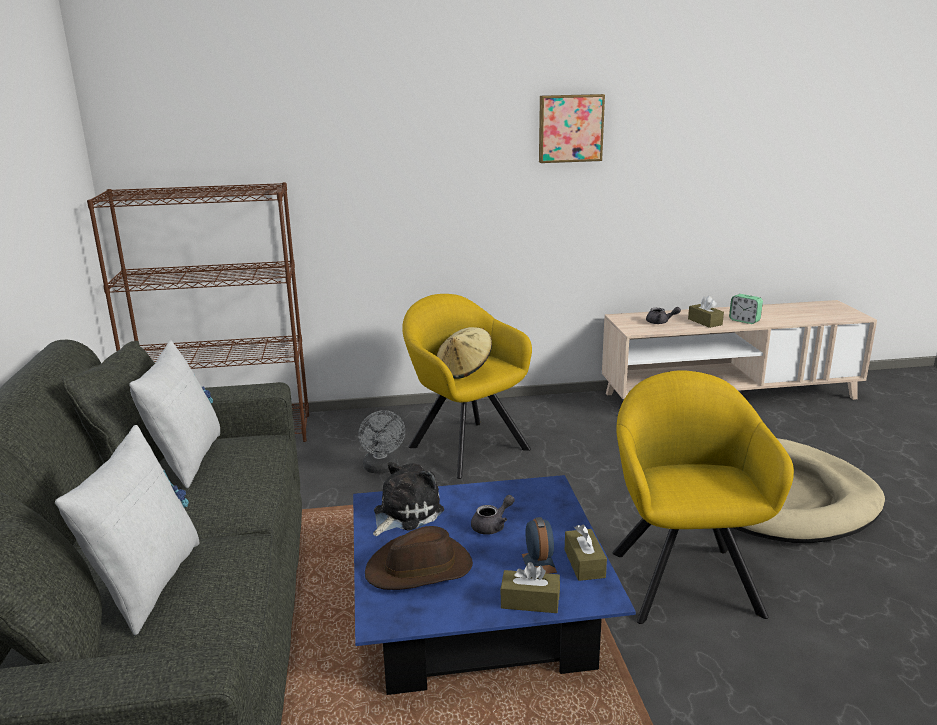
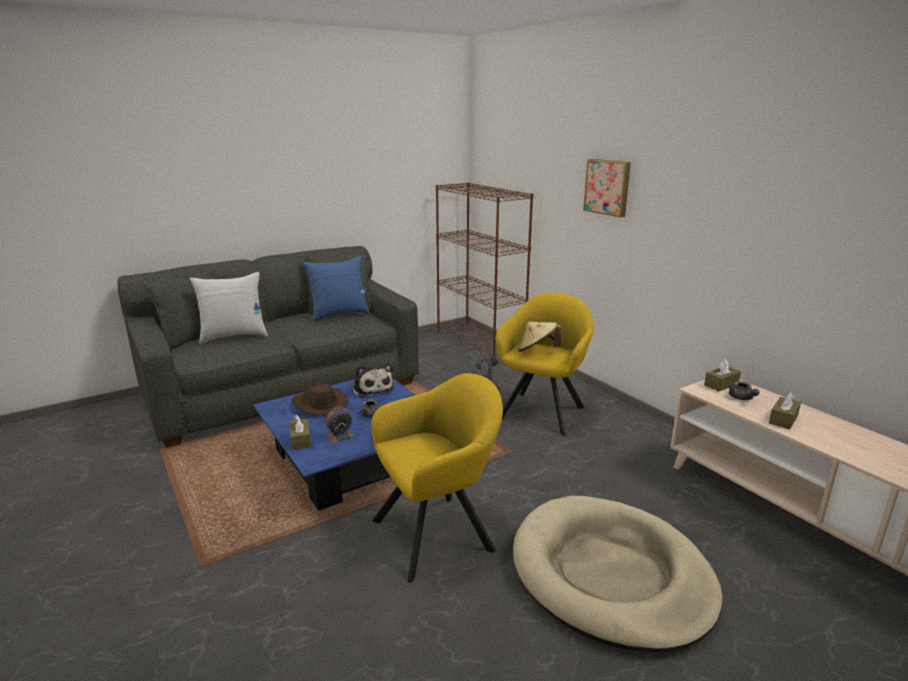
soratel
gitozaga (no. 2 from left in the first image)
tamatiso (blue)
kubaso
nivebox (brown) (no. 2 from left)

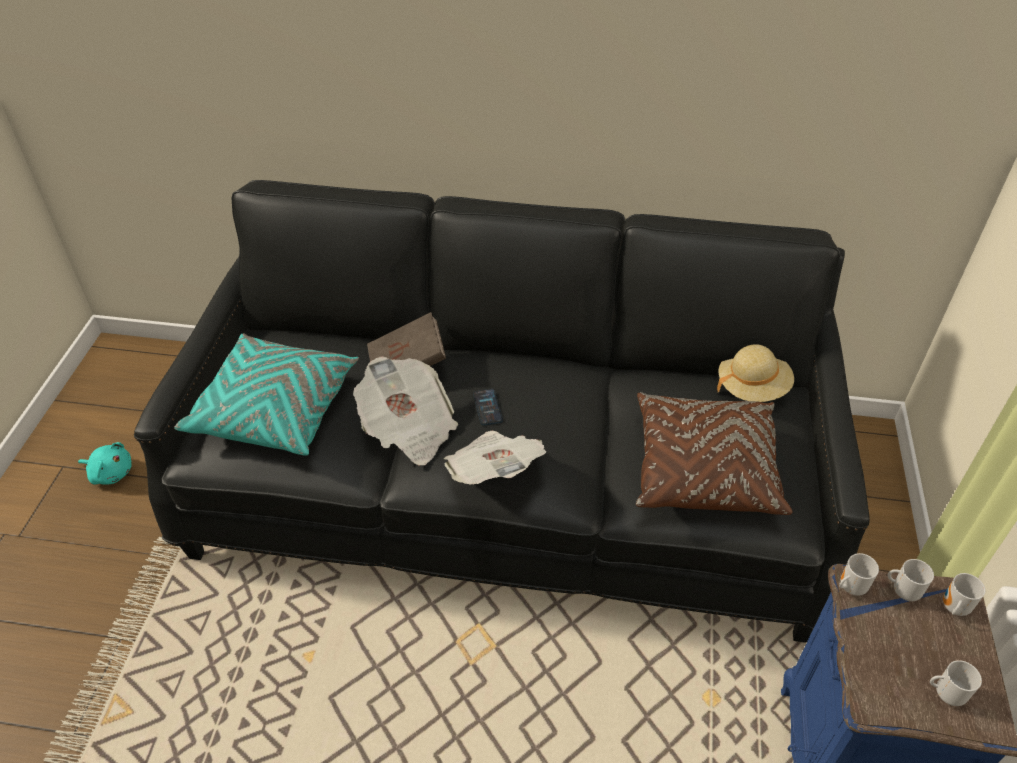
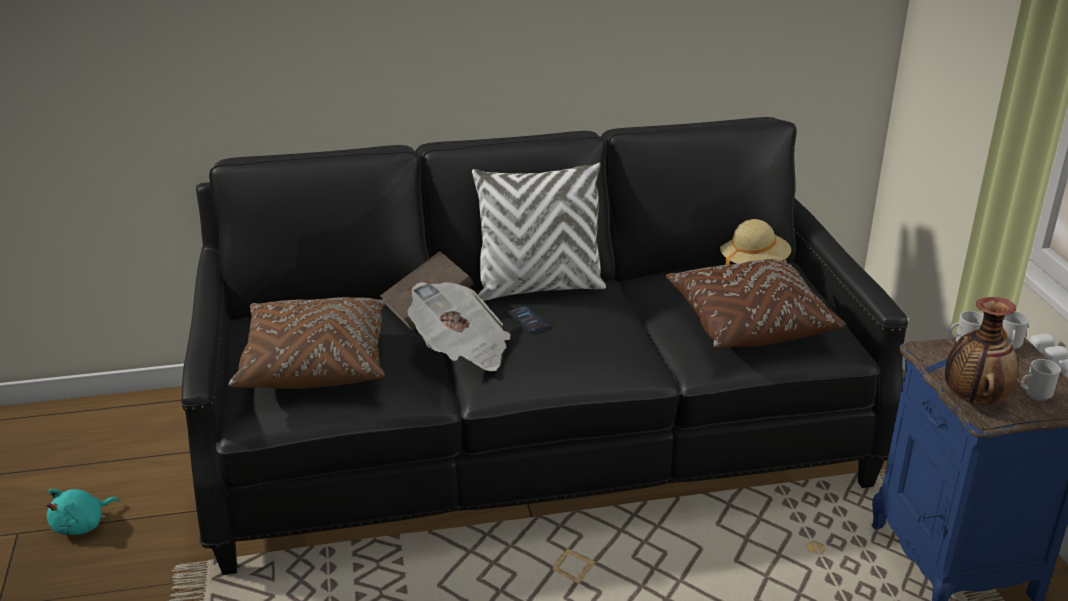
tamatiso (brown) (no. 1 from left)
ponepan (no. 2 from left in the first image)
kubaso (turquoise)
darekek (no. 1 from left in the first image)
tamatiso (white)
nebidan

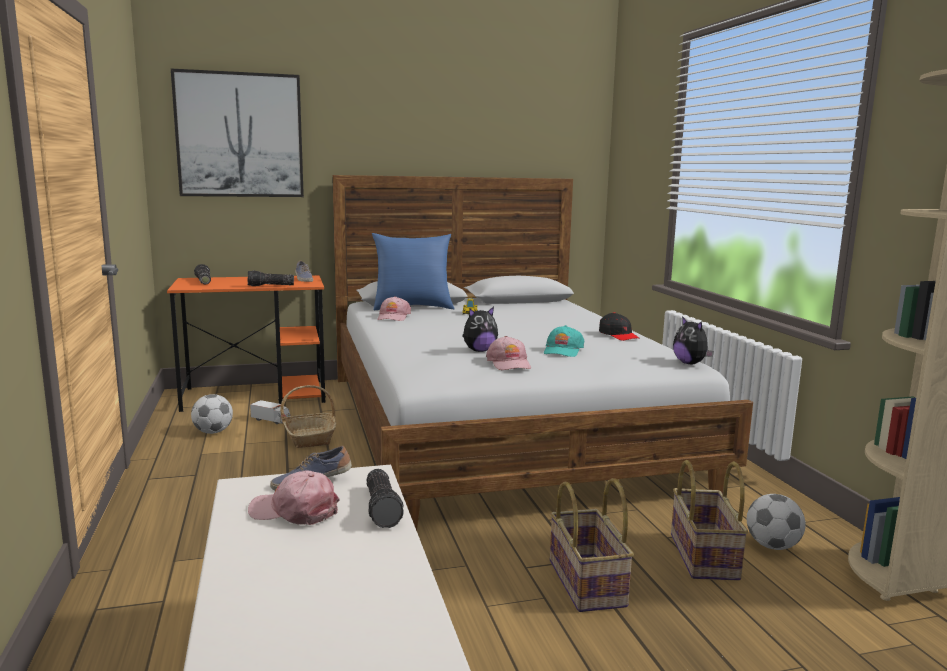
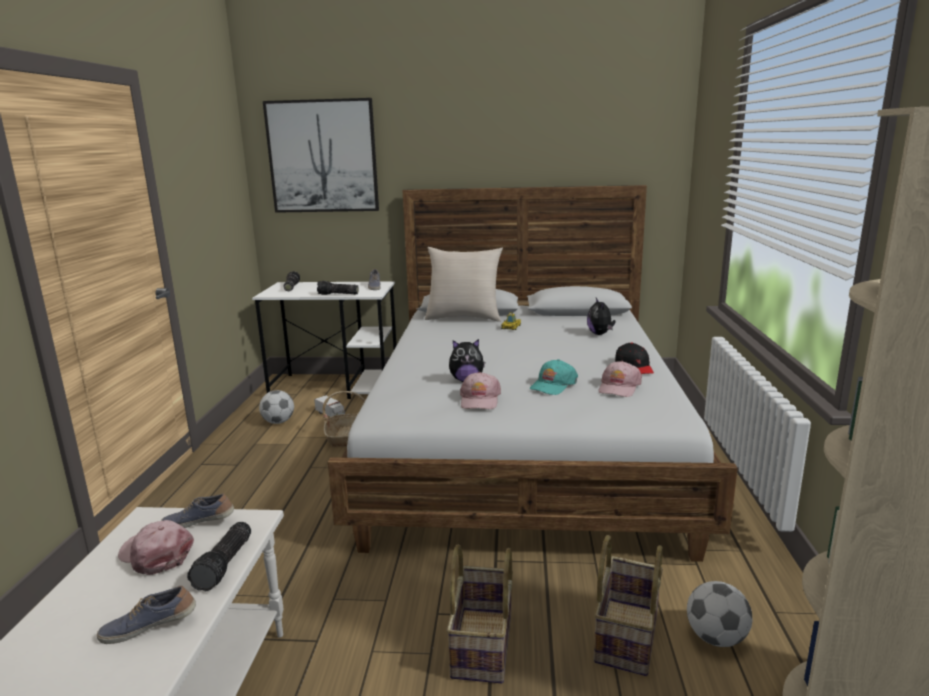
tamatiso (beige)
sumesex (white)
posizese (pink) (no. 3 from left)
kubaso (no. 2 from left)
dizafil (no. 1 from left)

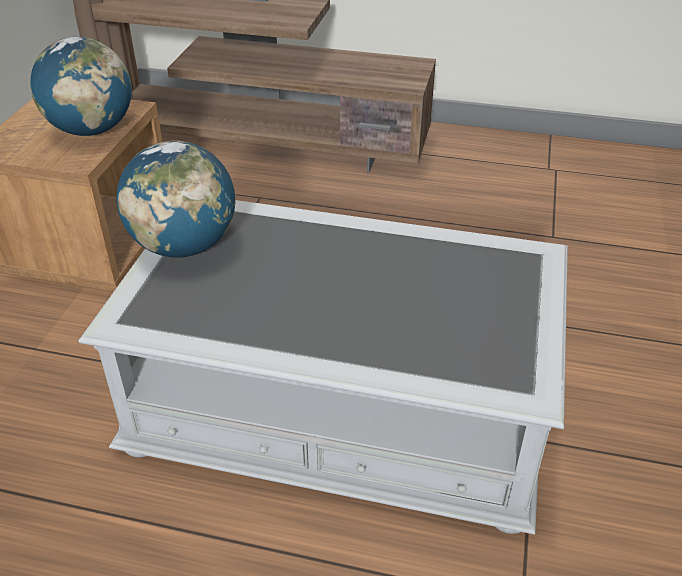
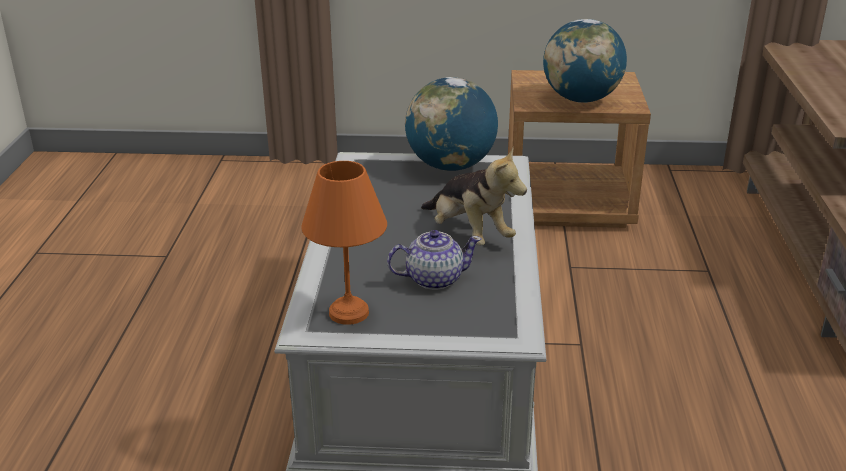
kubaso
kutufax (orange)
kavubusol

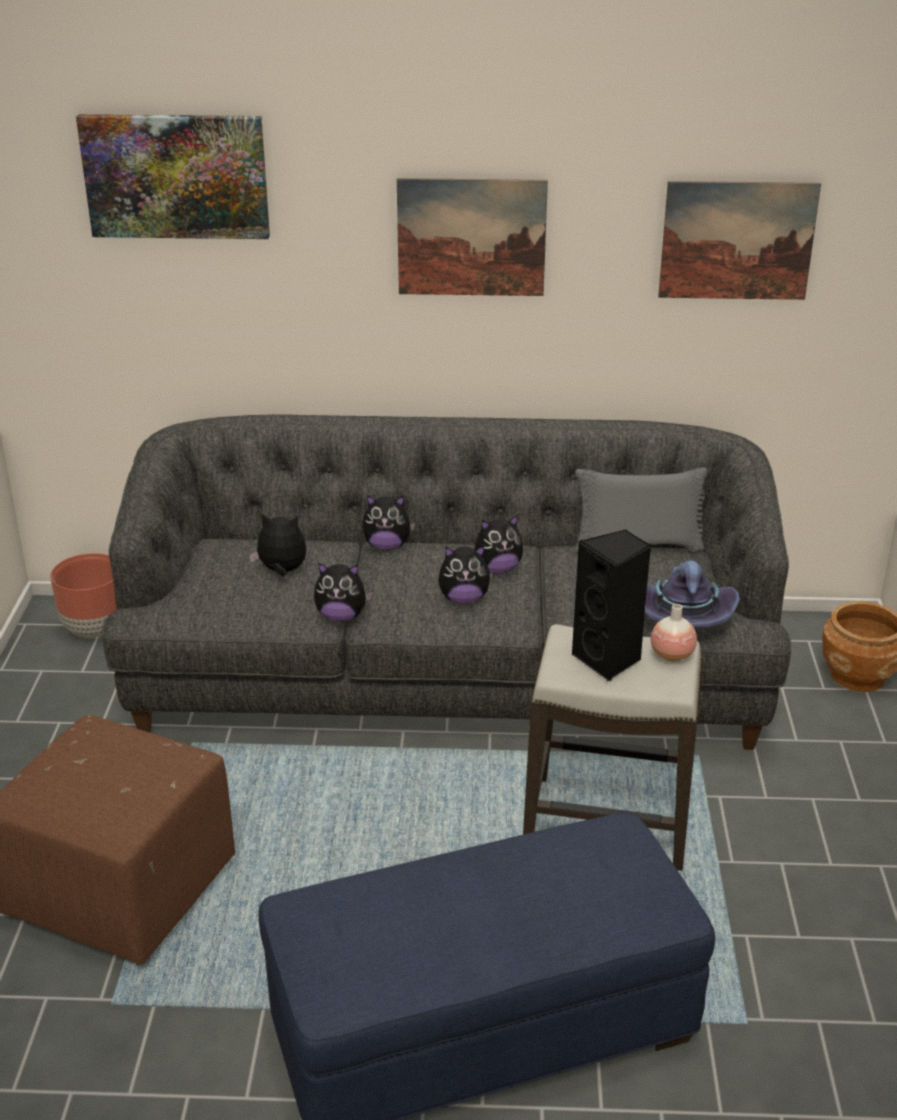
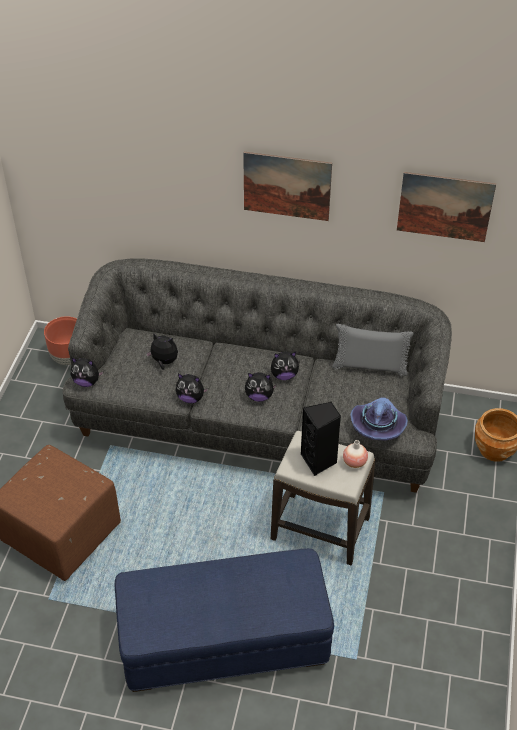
soratel (no. 1 from left in the first image)
kubaso (no. 1 from left)

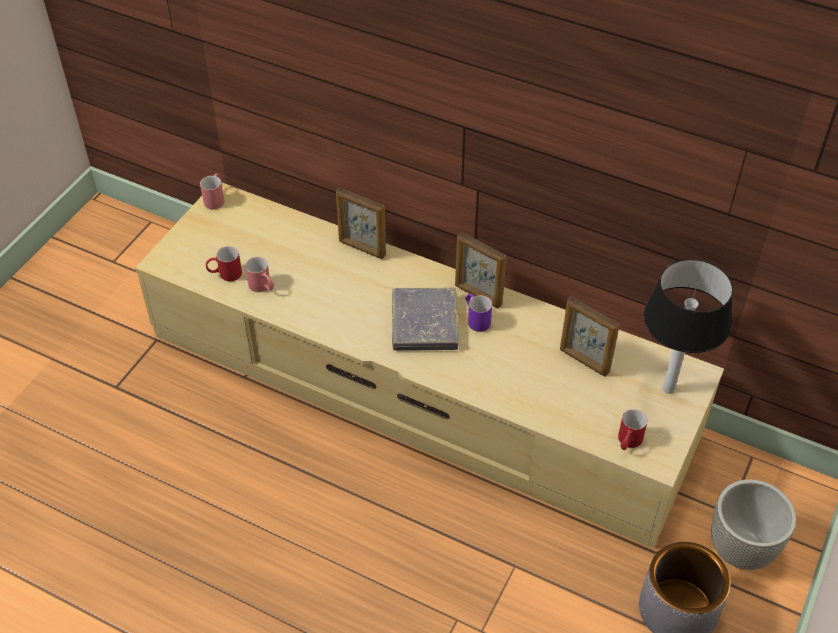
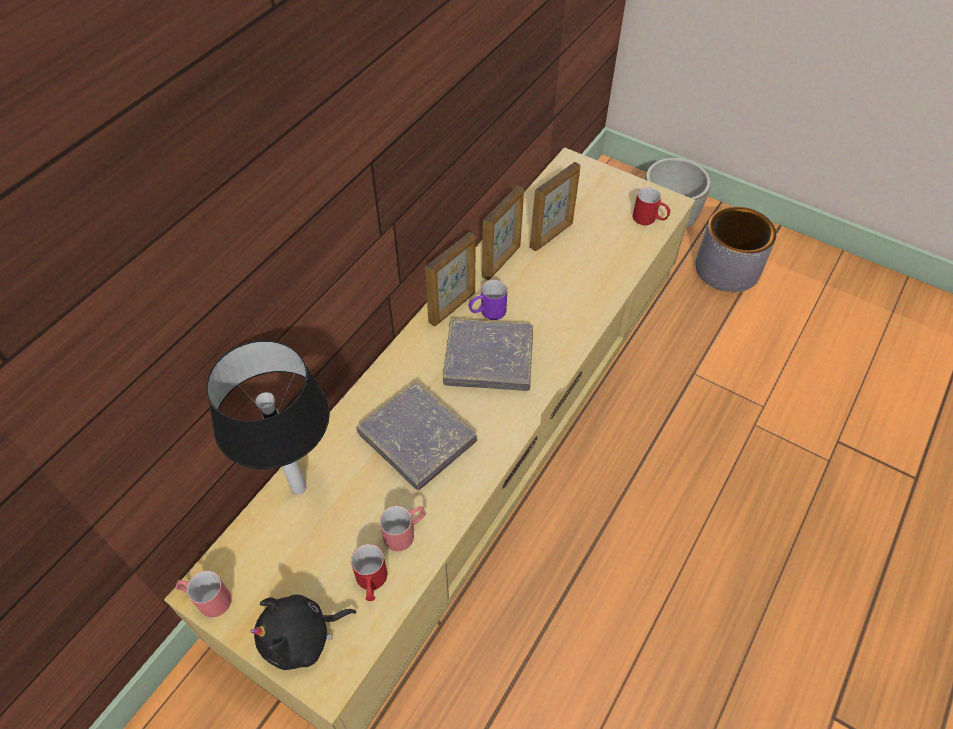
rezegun (no. 2 from left)
kutufax
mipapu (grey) (no. 1 from left)
kubaso (black)

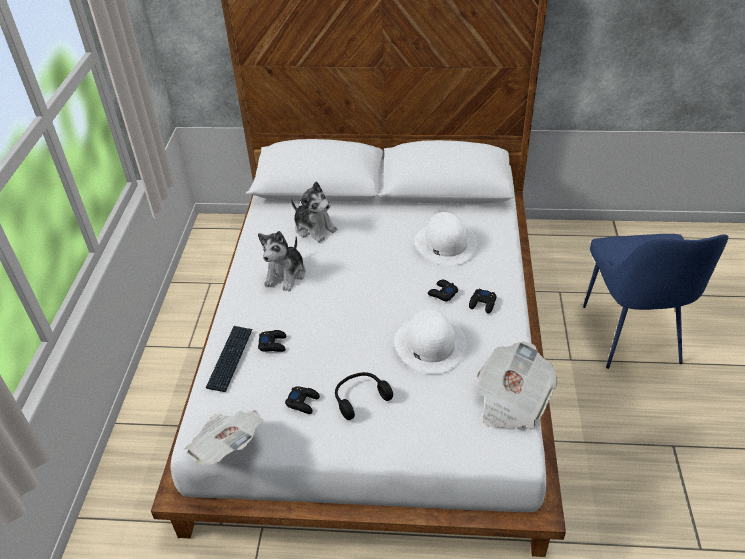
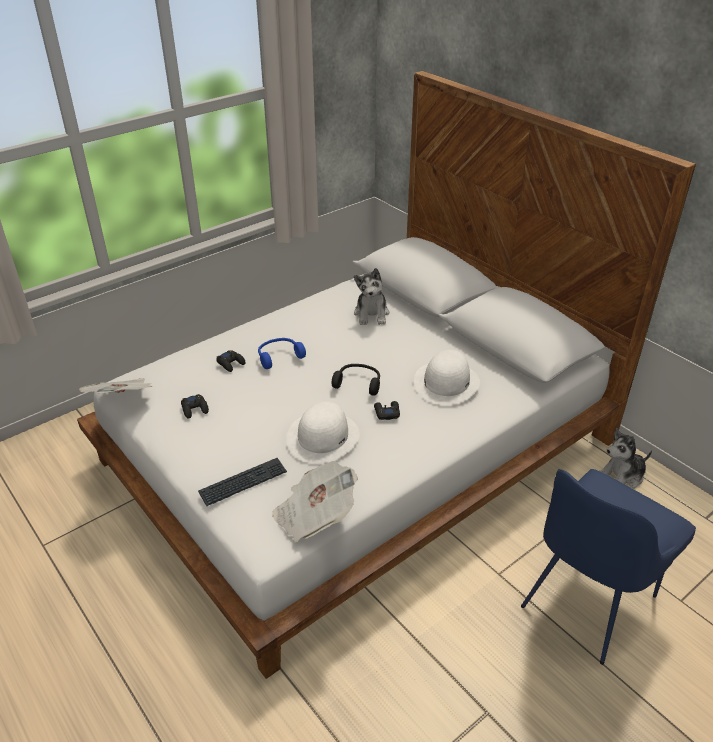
kubaso (no. 2 from left)
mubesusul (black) (no. 4 from left in the first image)
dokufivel
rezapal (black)
rezapal (blue)

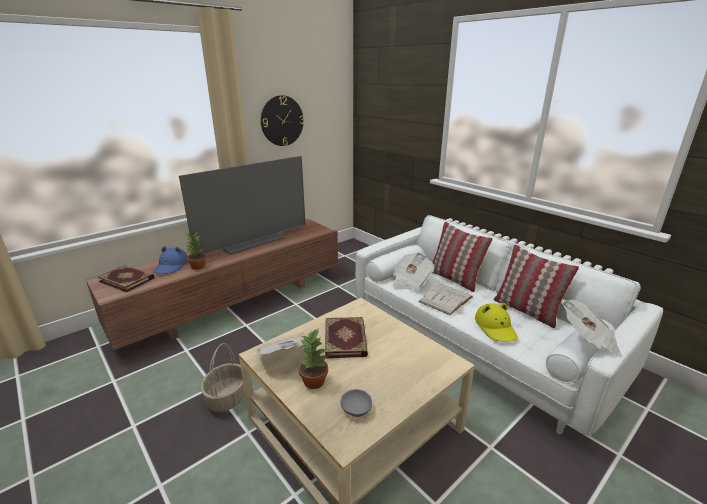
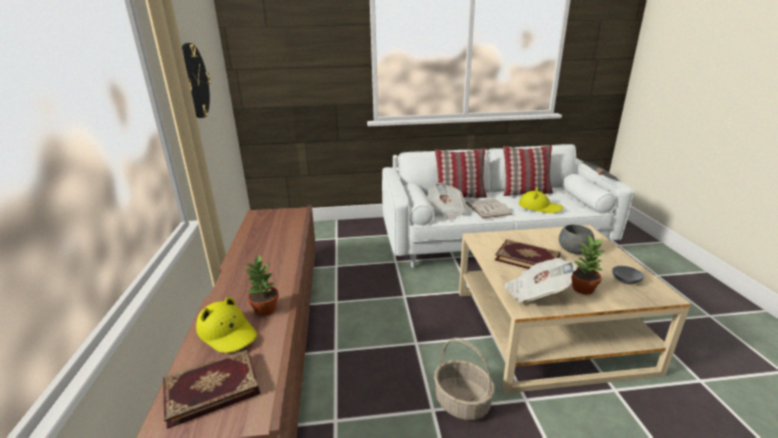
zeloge
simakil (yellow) (no. 1 from left)
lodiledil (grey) (no. 1 from left)

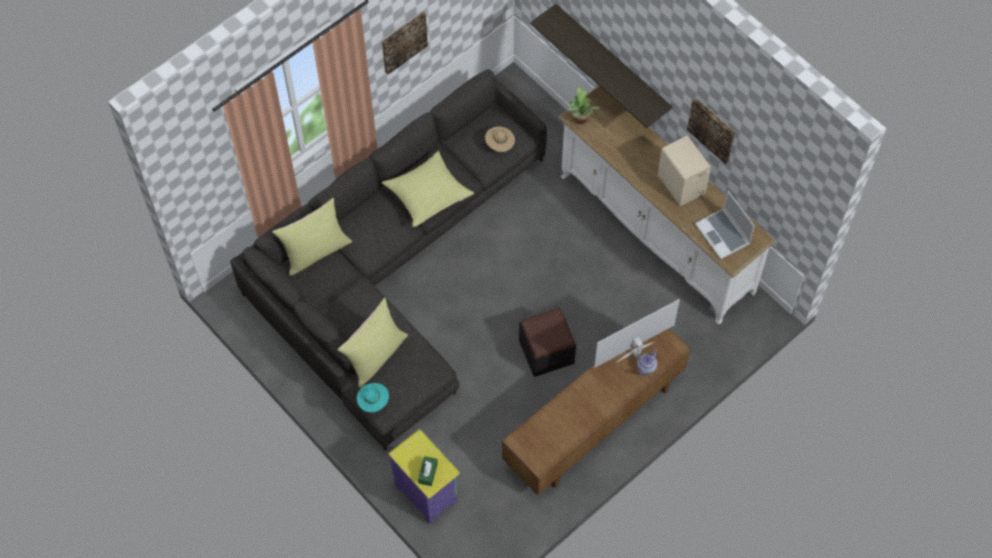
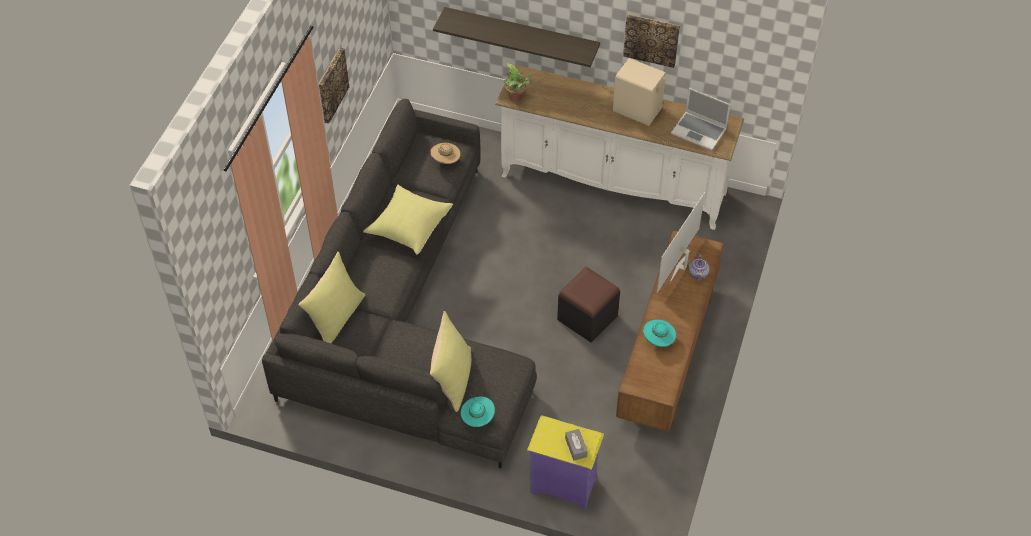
nivebox (grey)
simakil (turquoise) (no. 2 from left)

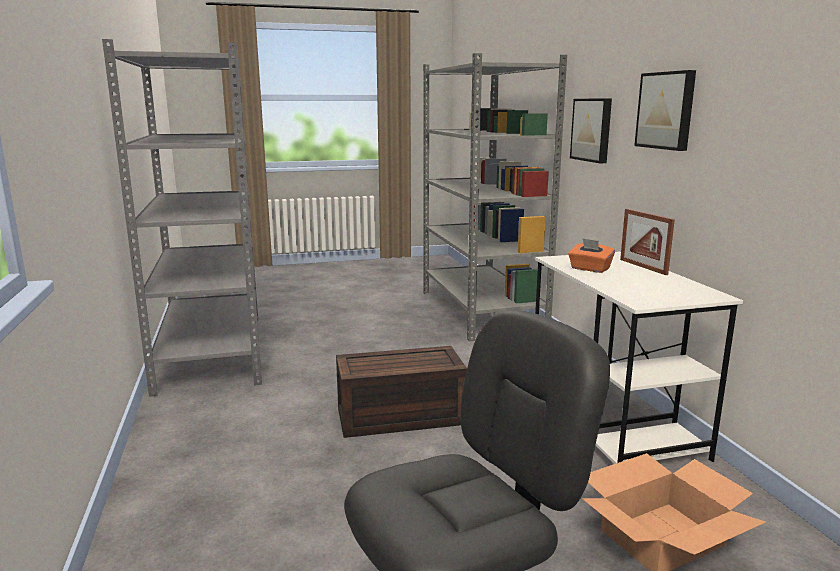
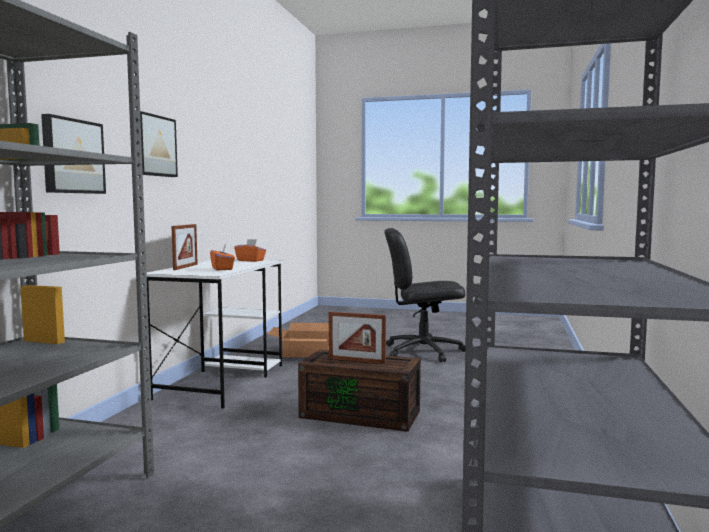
nivebox (orange) (no. 2 from left)
rezegun (no. 2 from left)

